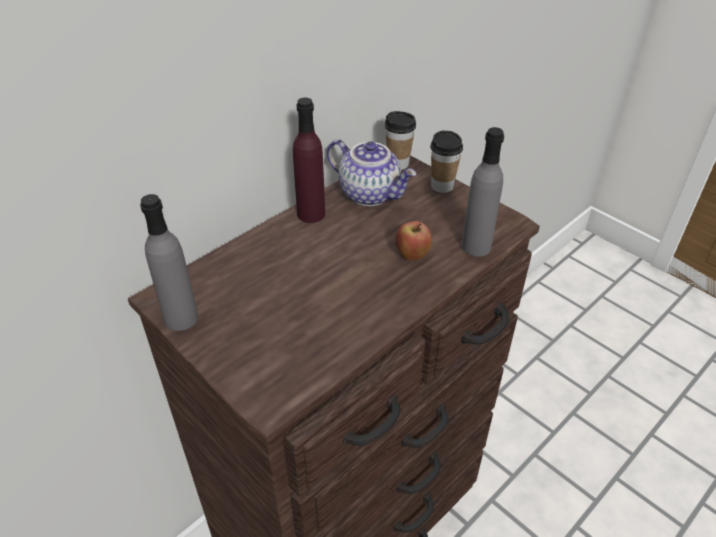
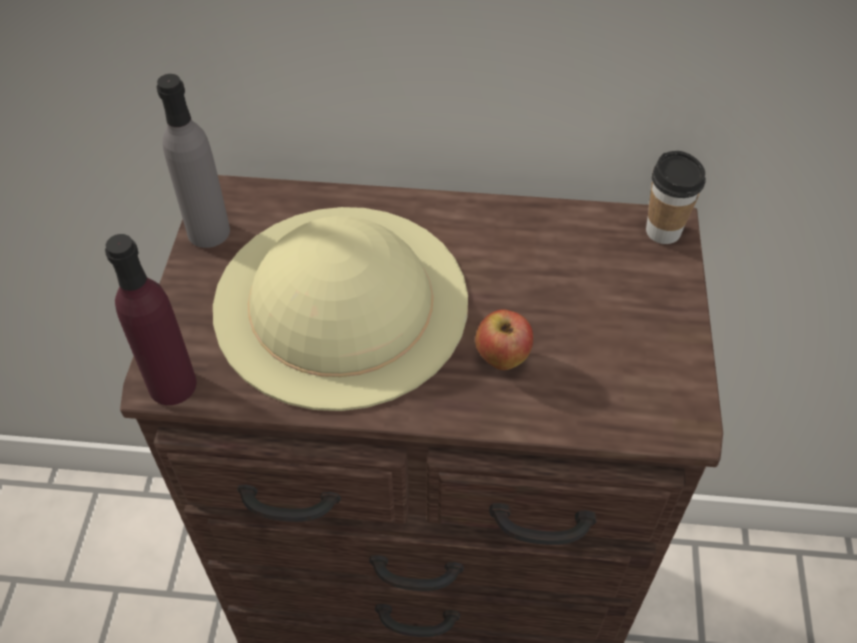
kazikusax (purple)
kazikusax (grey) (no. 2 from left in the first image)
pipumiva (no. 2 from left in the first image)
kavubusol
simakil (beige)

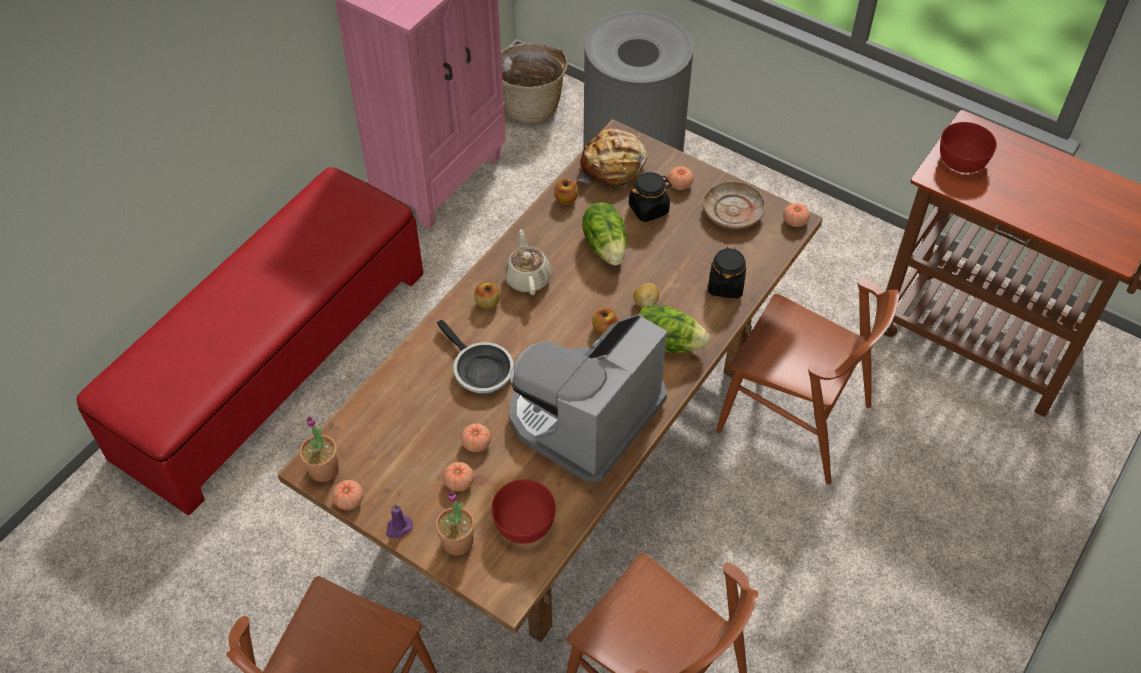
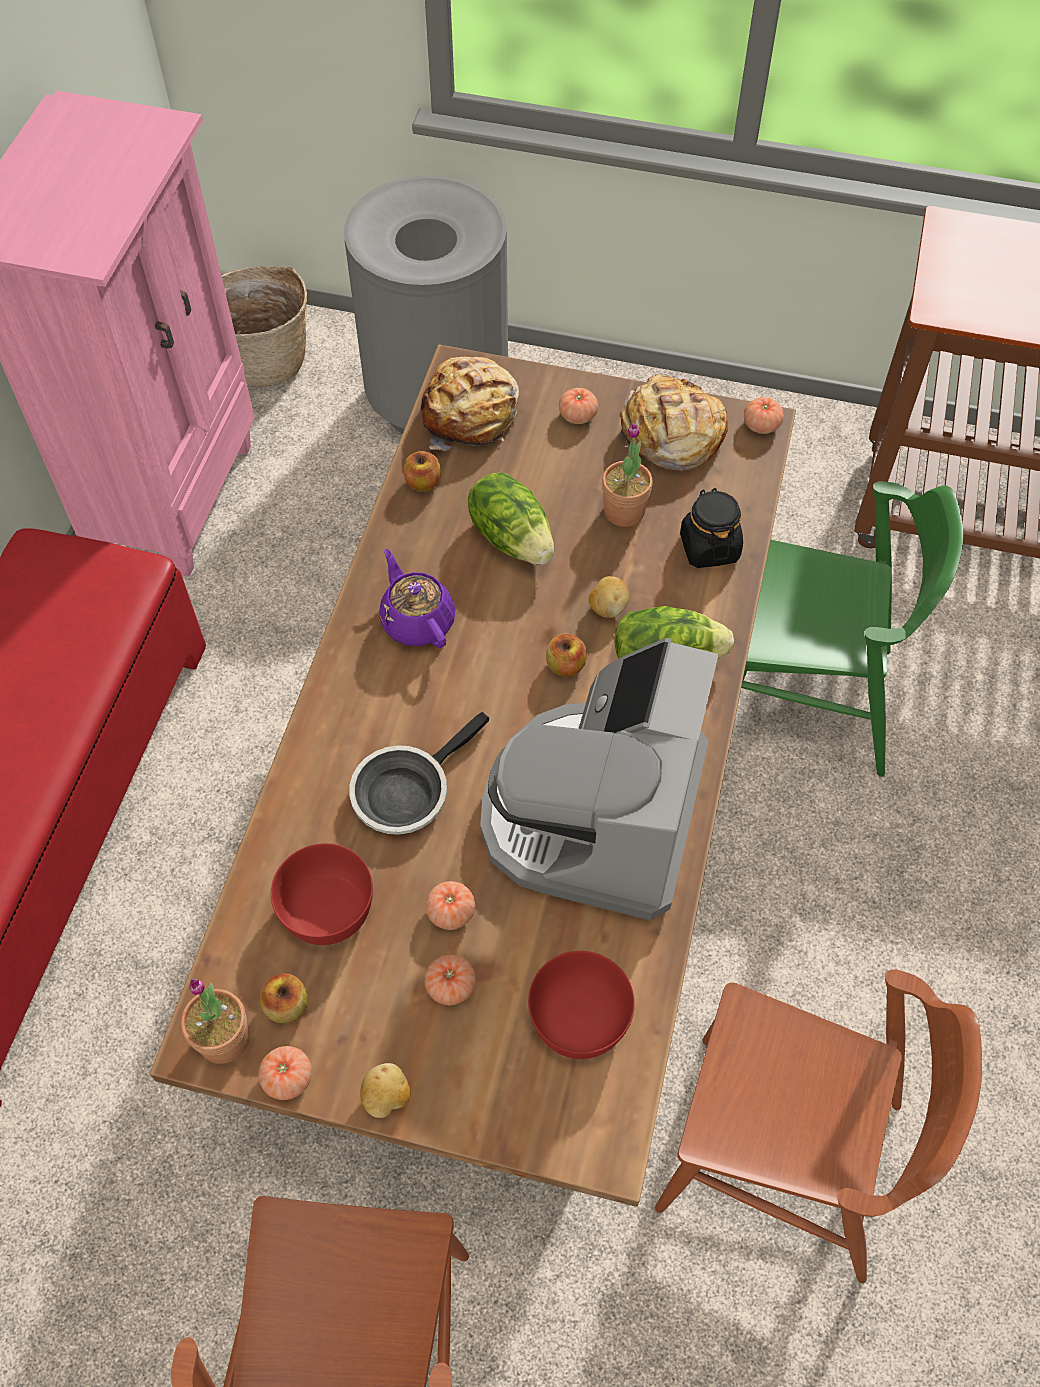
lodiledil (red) (no. 1 from left)
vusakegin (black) (no. 1 from left in the first image)
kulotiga (no. 2 from left)
kavubusol (purple)
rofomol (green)
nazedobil (no. 1 from left)
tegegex
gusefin (no. 2 from left)
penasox (no. 1 from left)

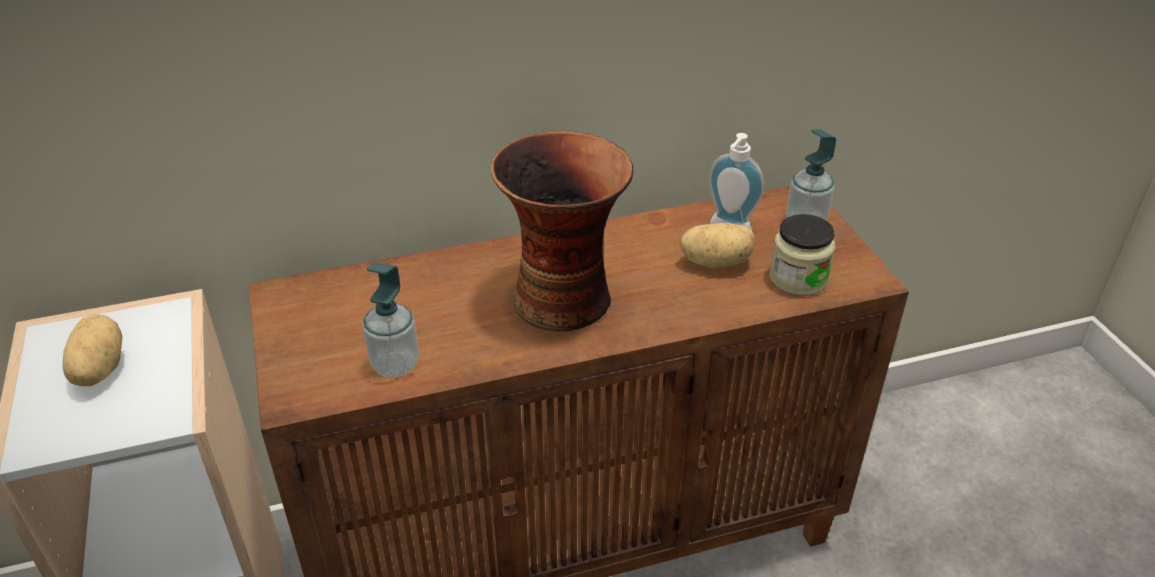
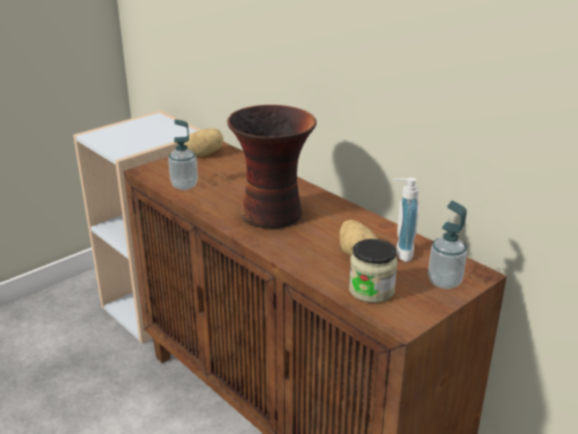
penasox (no. 1 from left)

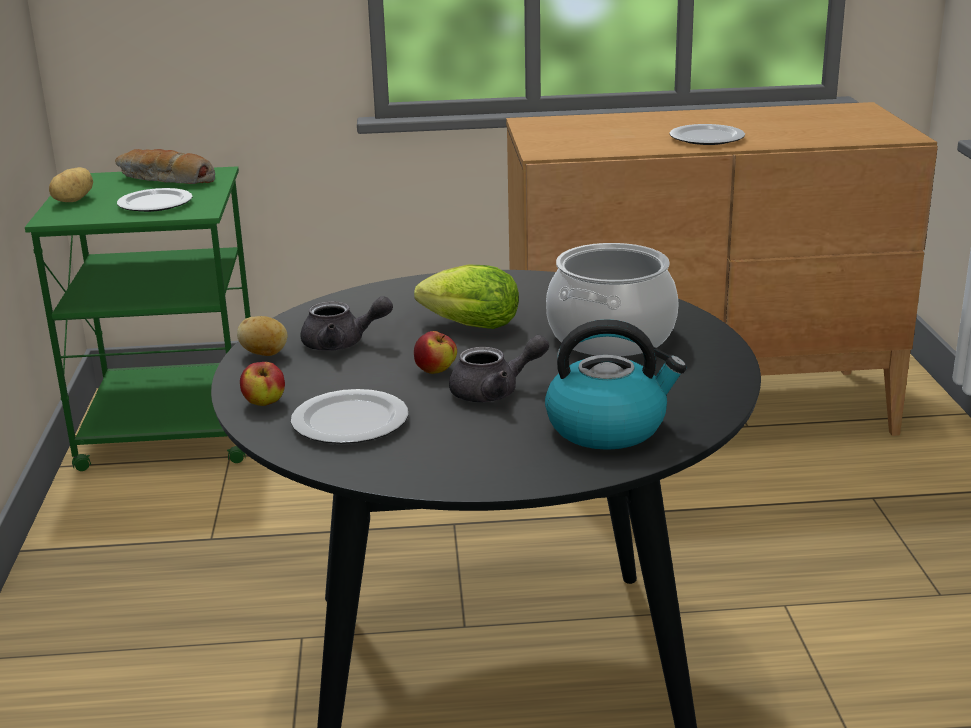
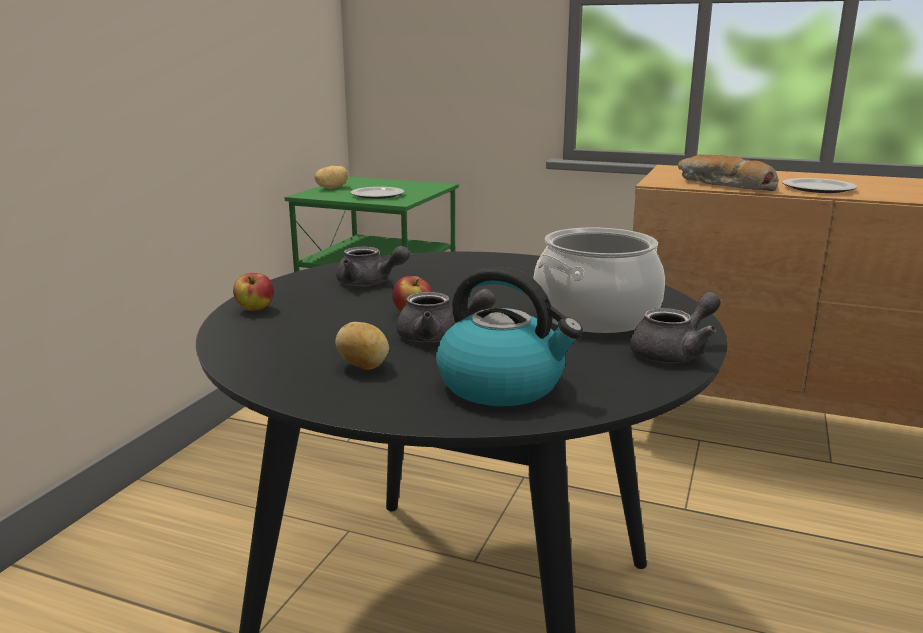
kulotiga
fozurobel
penasox (no. 2 from left)
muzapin (no. 2 from left in the first image)
kavubusol (grey) (no. 3 from left)

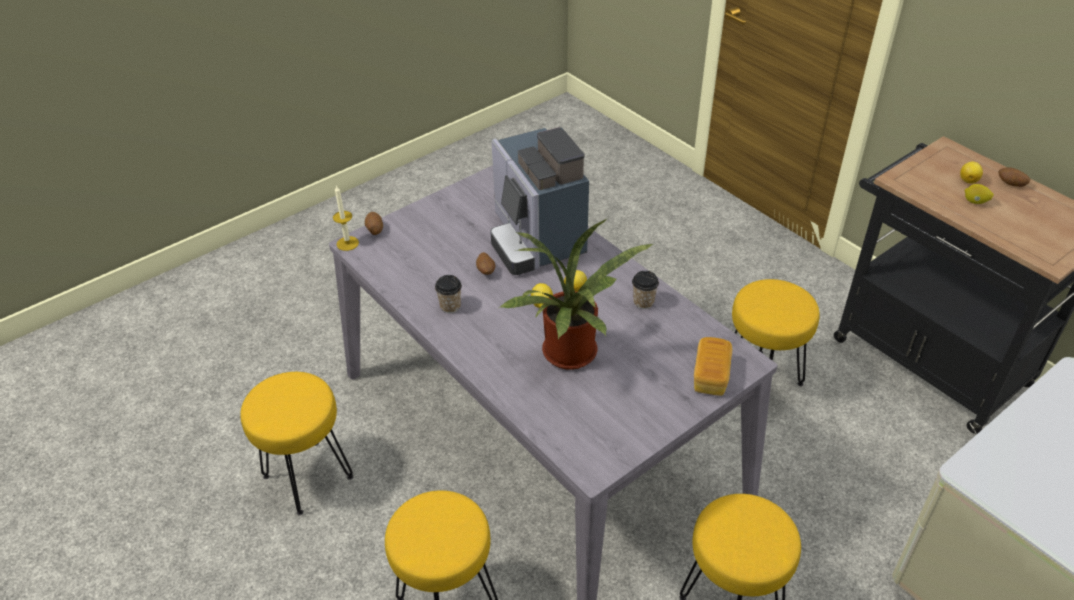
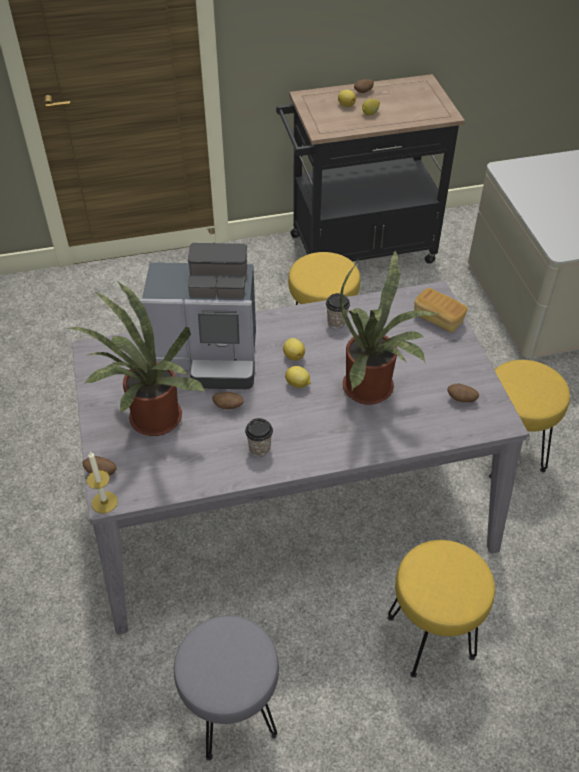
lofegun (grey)
gusefin (no. 1 from left)
penasox (no. 4 from left)

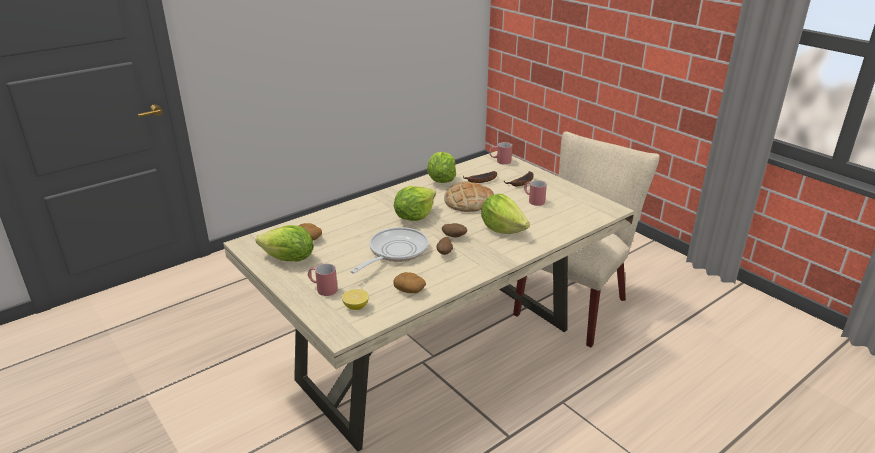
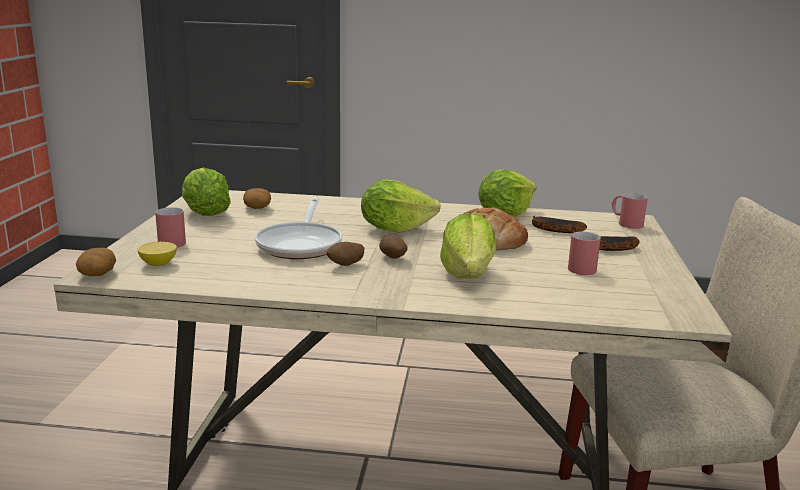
tegegex
penasox (no. 1 from left)

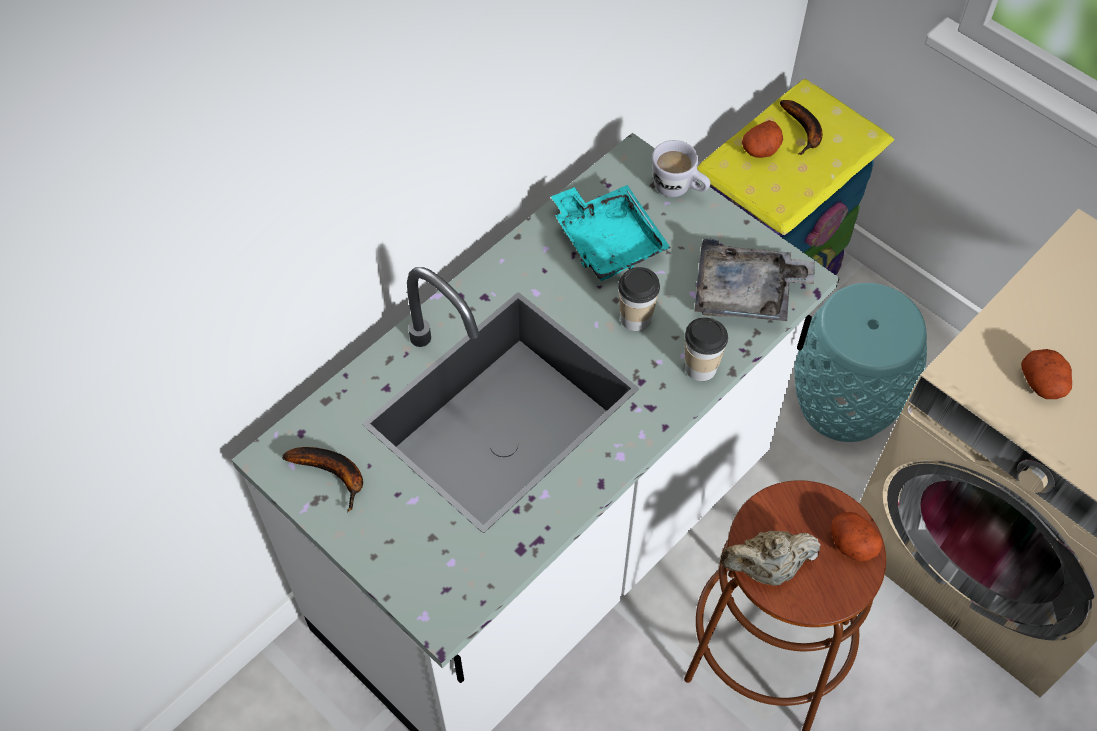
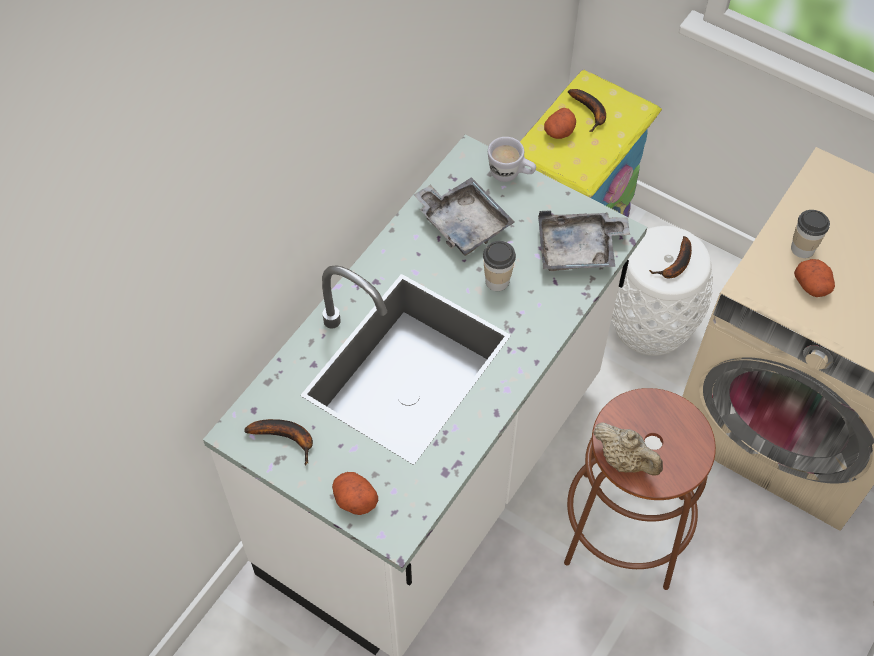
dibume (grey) (no. 1 from left)
lofegun (white)
pipumiva (no. 2 from left)
penasox (no. 1 from left)
kavubusol (beige)
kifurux (no. 3 from left)

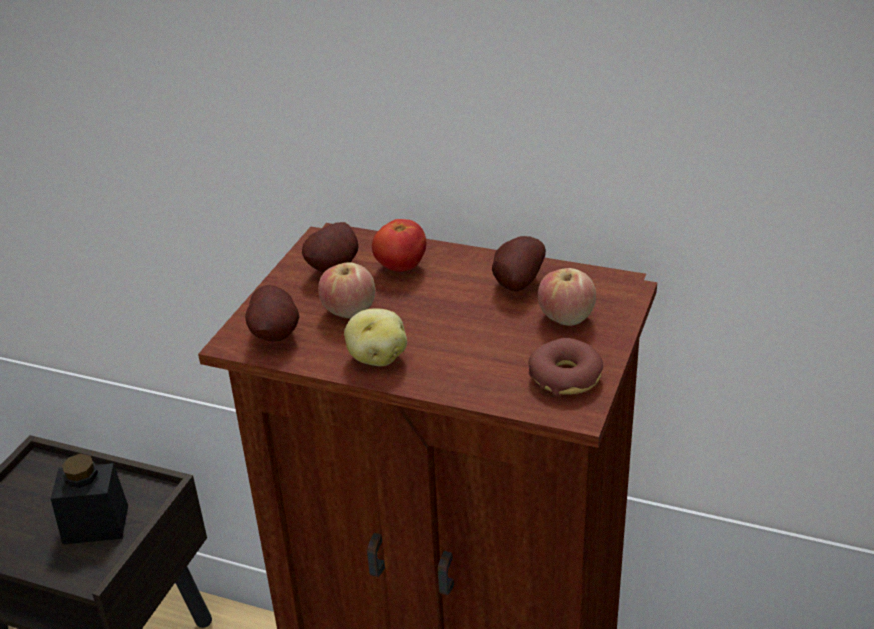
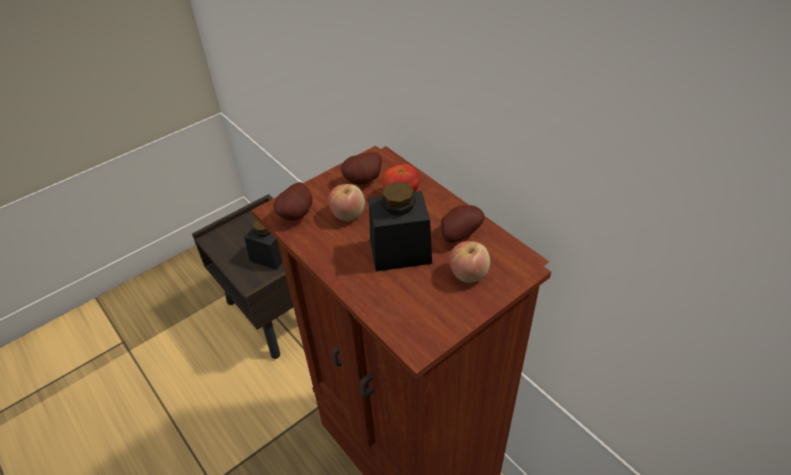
penasox (no. 3 from left in the first image)
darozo
vusakegin (black) (no. 2 from left)

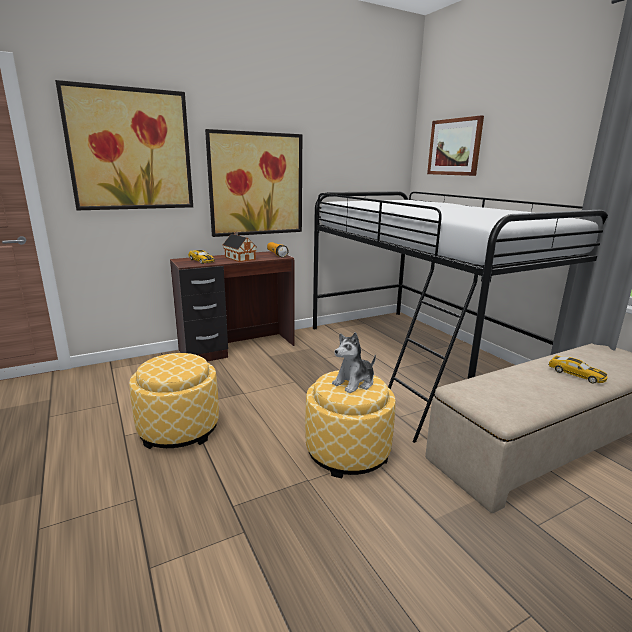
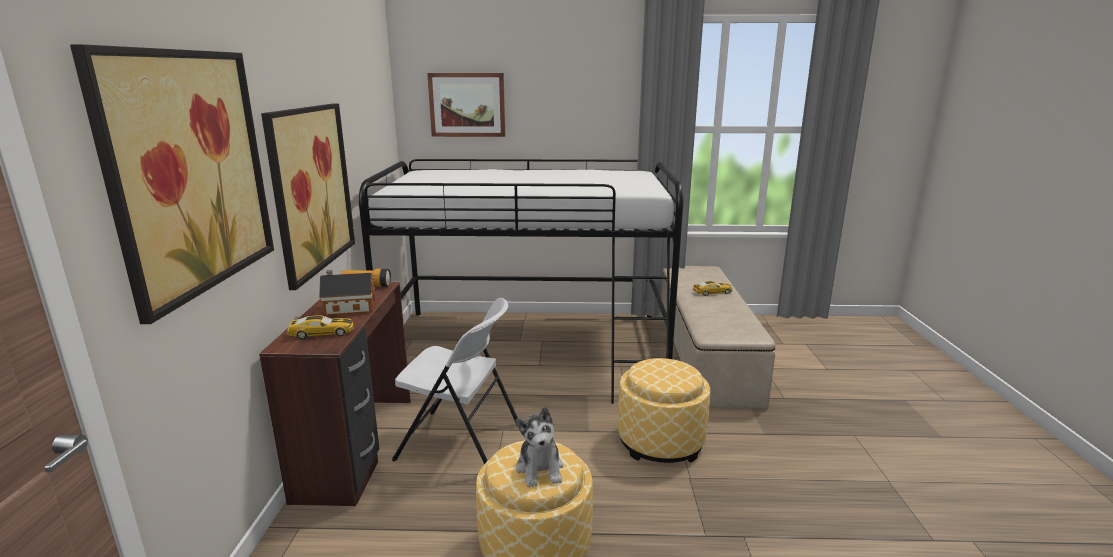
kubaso
rofomol (white)

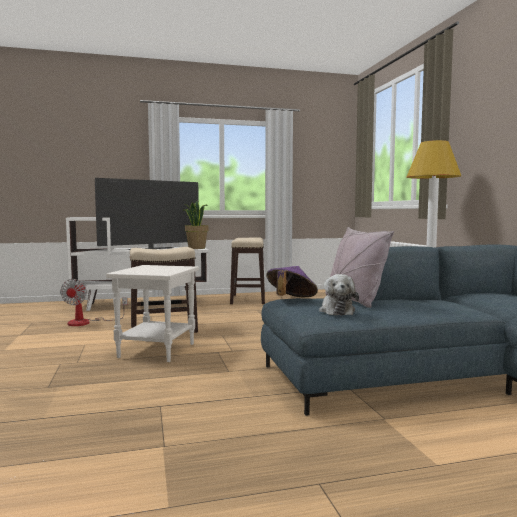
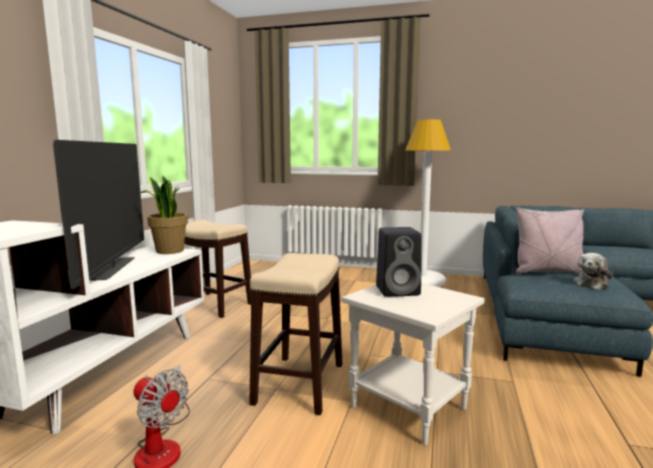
simakil (purple)
kubaso
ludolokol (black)

